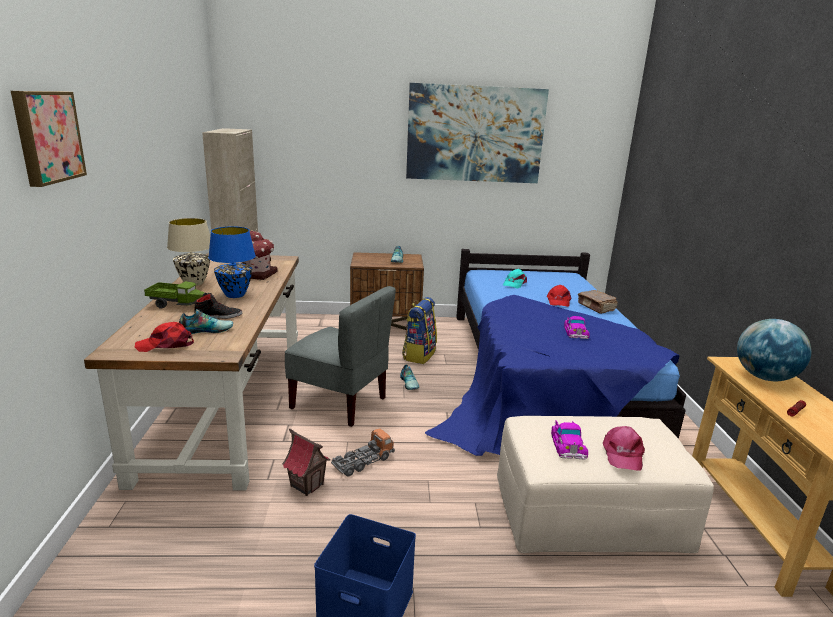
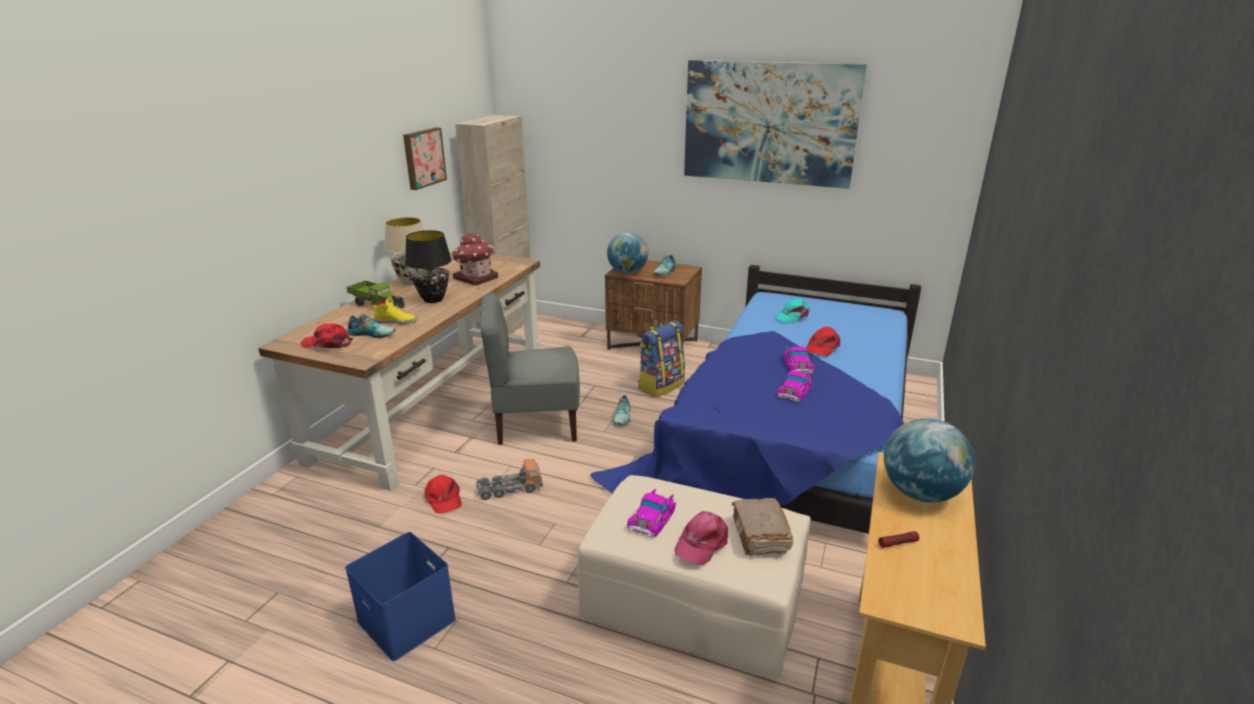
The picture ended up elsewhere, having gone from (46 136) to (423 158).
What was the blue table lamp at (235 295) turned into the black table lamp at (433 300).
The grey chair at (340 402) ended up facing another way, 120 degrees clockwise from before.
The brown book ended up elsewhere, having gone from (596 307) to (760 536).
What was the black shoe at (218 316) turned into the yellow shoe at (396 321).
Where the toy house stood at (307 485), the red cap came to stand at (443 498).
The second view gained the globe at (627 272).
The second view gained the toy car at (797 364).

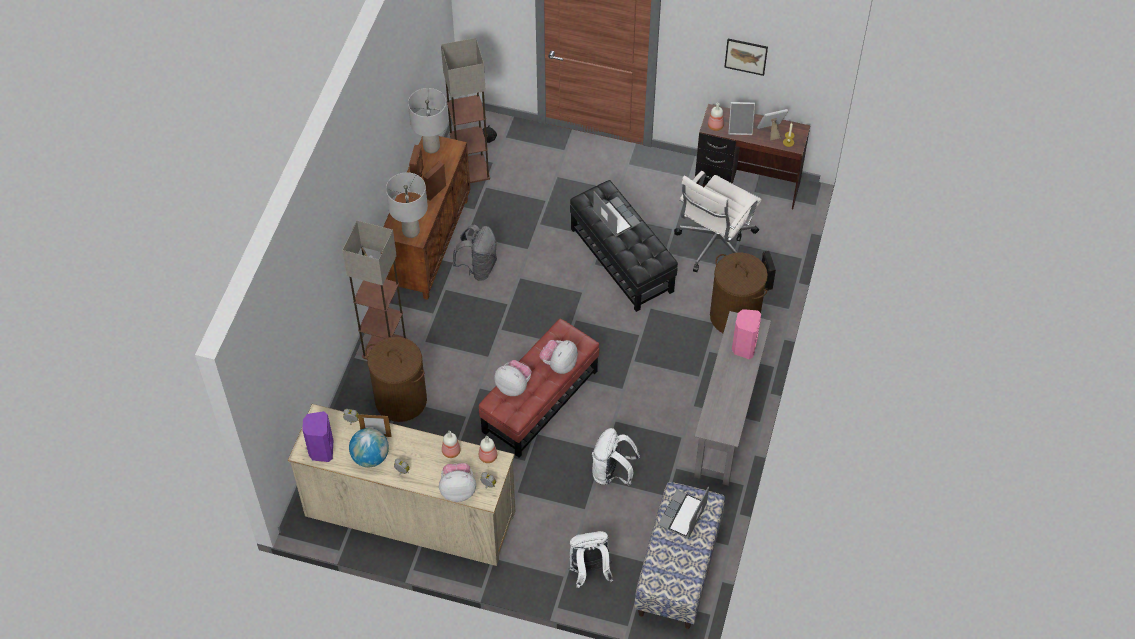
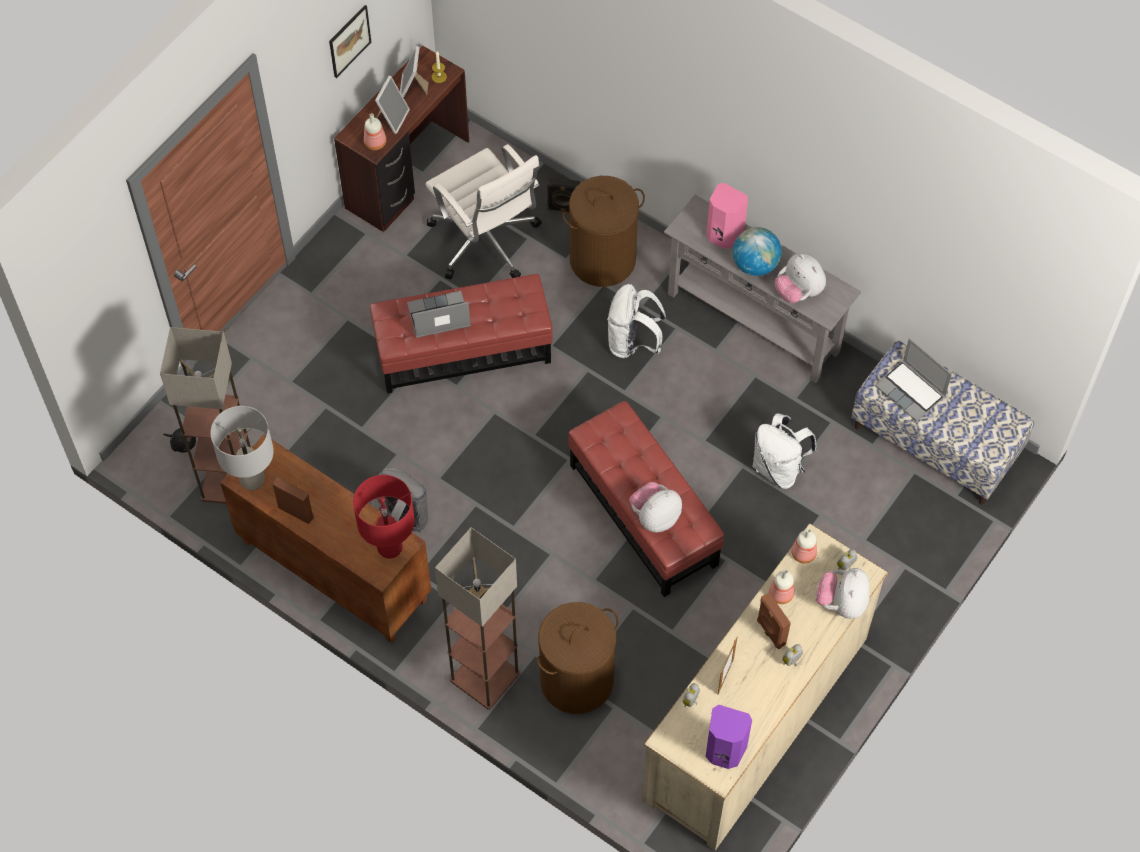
The brown speaker ended up elsewhere, having gone from (435 191) to (770 632).
What was the grey table lamp at (410 231) turned into the red table lamp at (389 548).
What was the black ottoman at (621 260) turned into the red ottoman at (463 352).
The plush toy ended up elsewhere, having gone from (559 364) to (798 291).
The globe ended up elsewhere, having gone from (370 457) to (755 264).
The white backpack ended up elsewhere, having gone from (589 571) to (632 342).

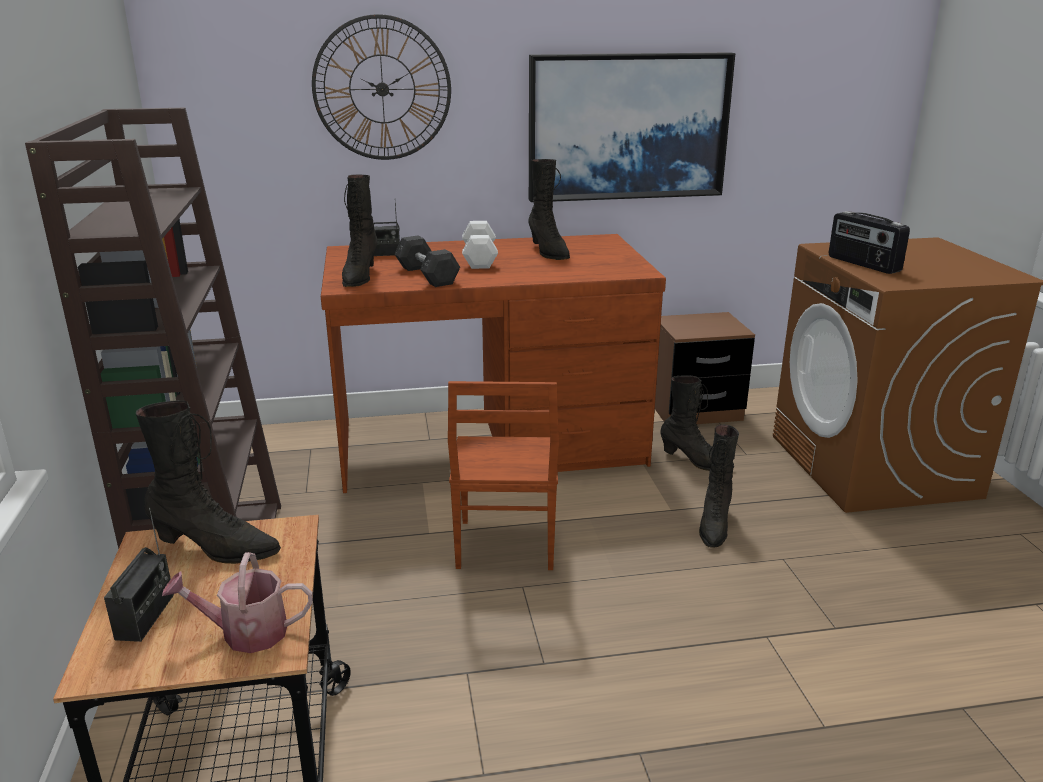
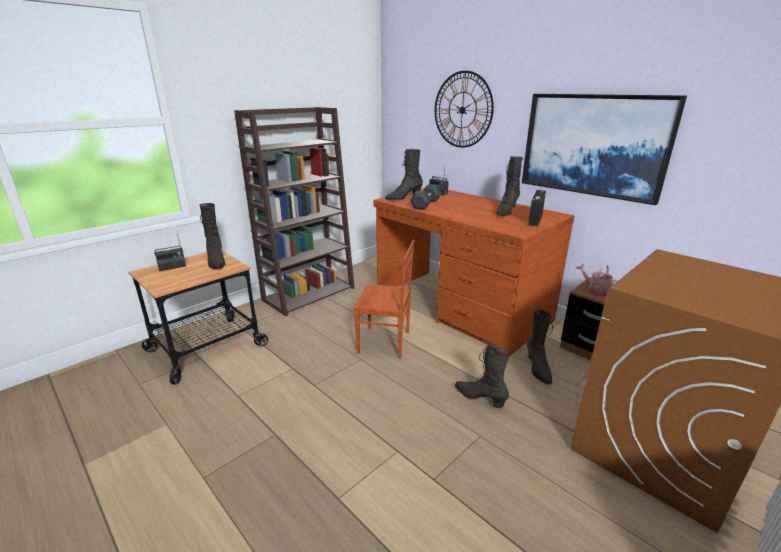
The radio ended up elsewhere, having gone from (863 264) to (534 220).
The second view lost the white dumbbell at (479 258).
The brown chair at (504 546) ended up facing another way, 135 degrees counterclockwise from before.
The black boot at (714 526) ended up facing another way, 60 degrees clockwise from before.
The watering can ended up elsewhere, having gone from (245 633) to (595 291).

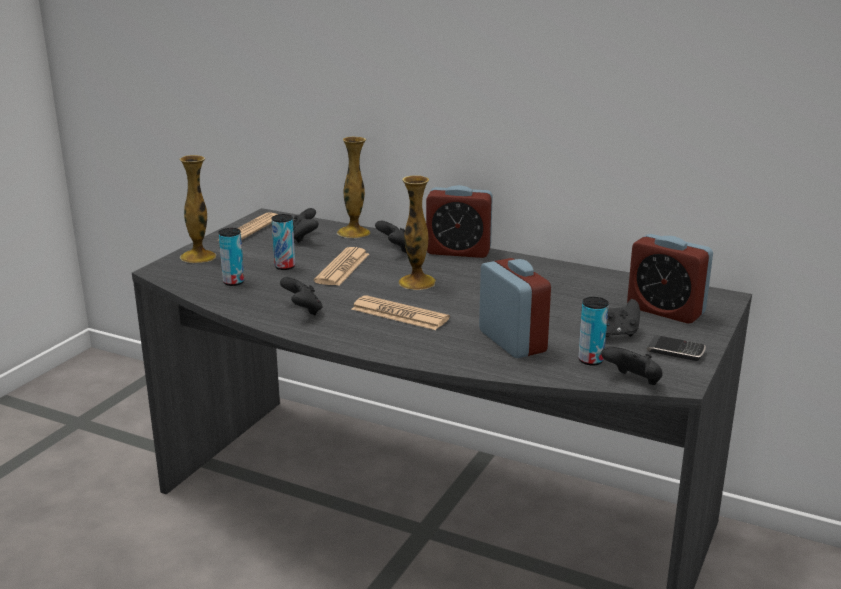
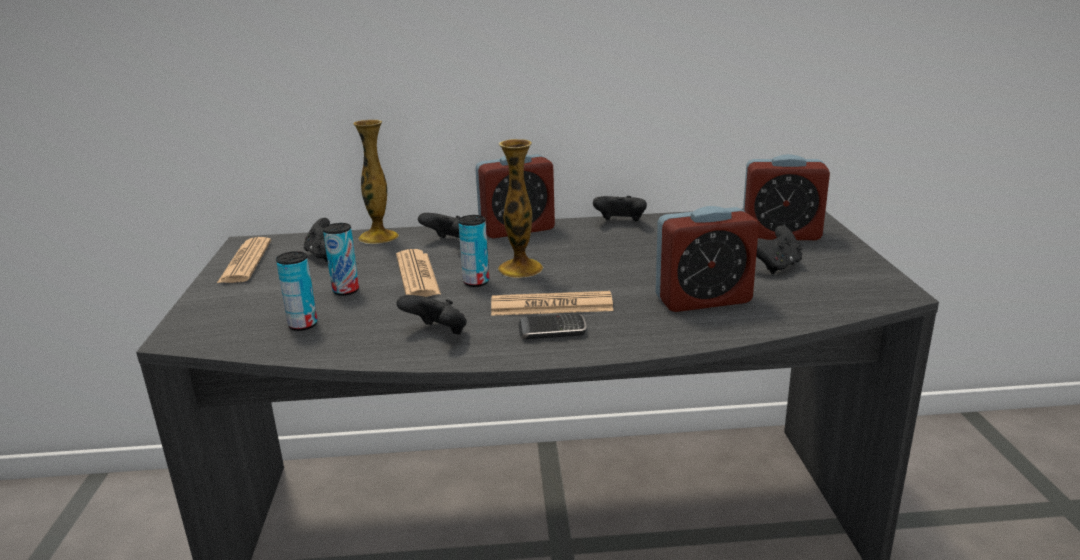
The second view lost the vase at (198 257).
The alarm clock at (512 341) ended up facing another way, 135 degrees clockwise from before.
The can ended up elsewhere, having gone from (590 360) to (476 282).
The phone ended up elsewhere, having gone from (675 351) to (552 330).
The black game controller ended up elsewhere, having gone from (633 382) to (620 223).

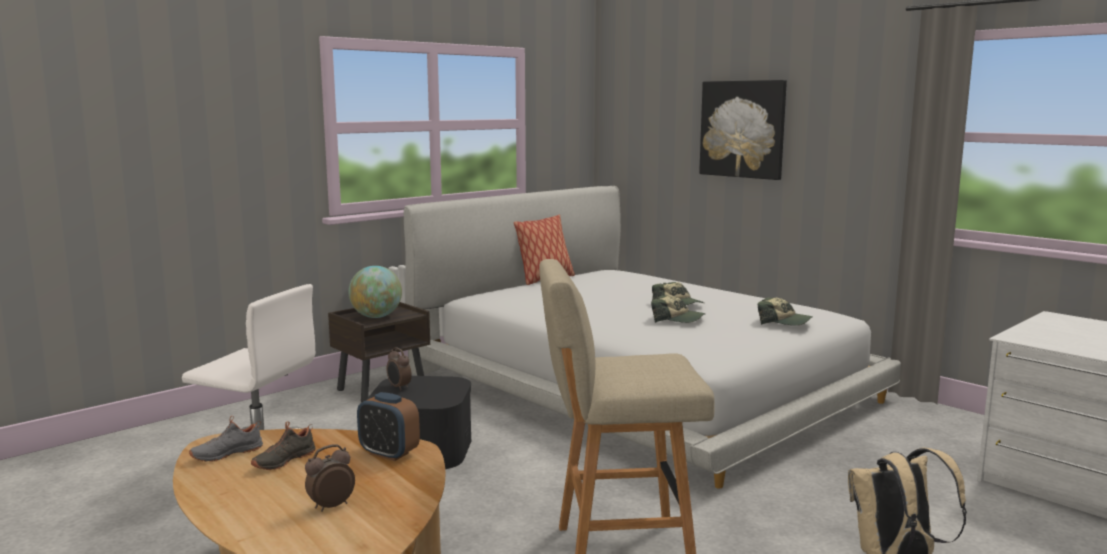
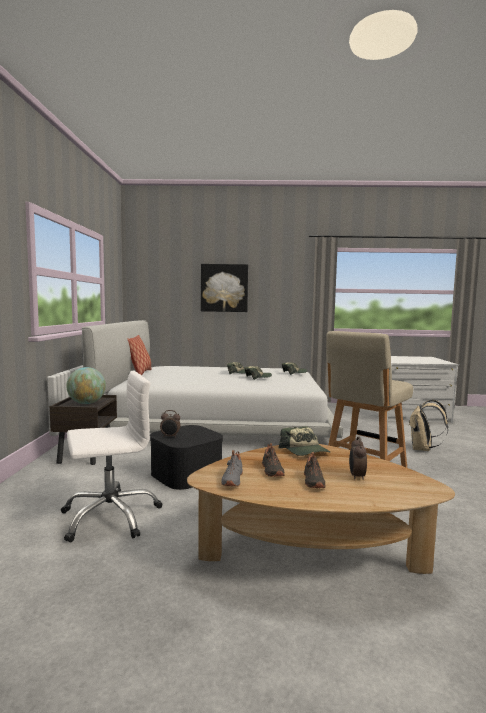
Where the alarm clock stood at (389 453), the cap came to stand at (305 451).
The second view gained the black shoe at (312 481).

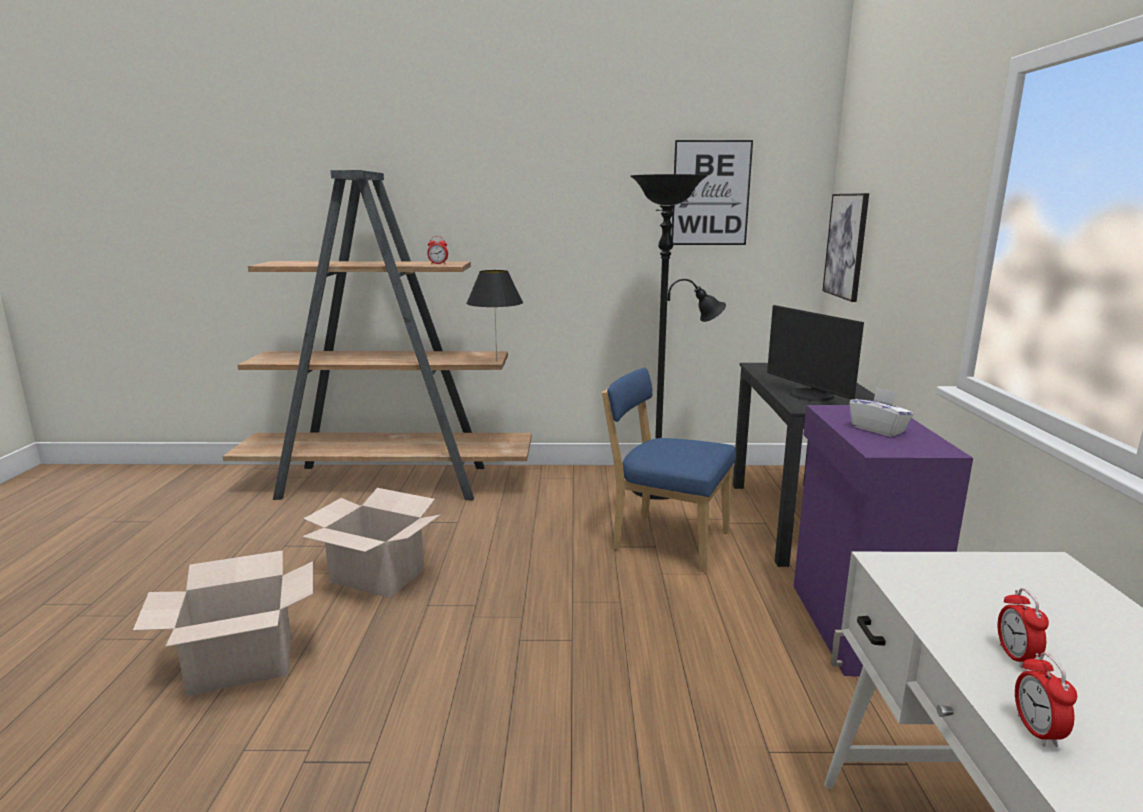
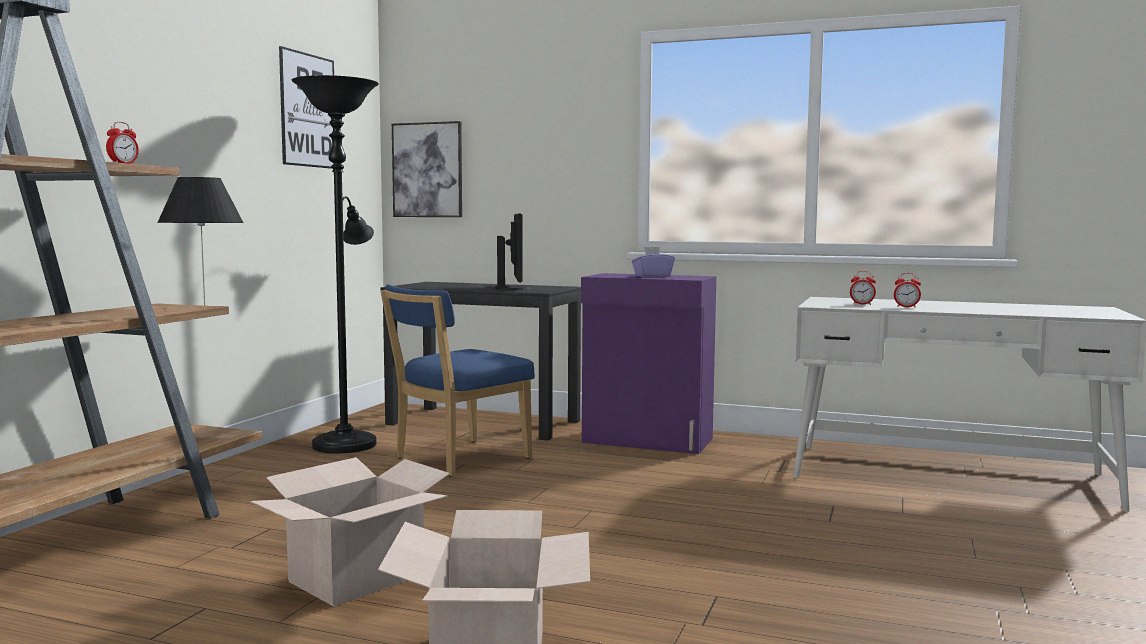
The monitor at (810 396) ended up facing another way, 90 degrees counterclockwise from before.
What was the white tissue box at (878 429) turned into the purple tissue box at (652 276).
The alarm clock ended up elsewhere, having gone from (1037 731) to (862 304).

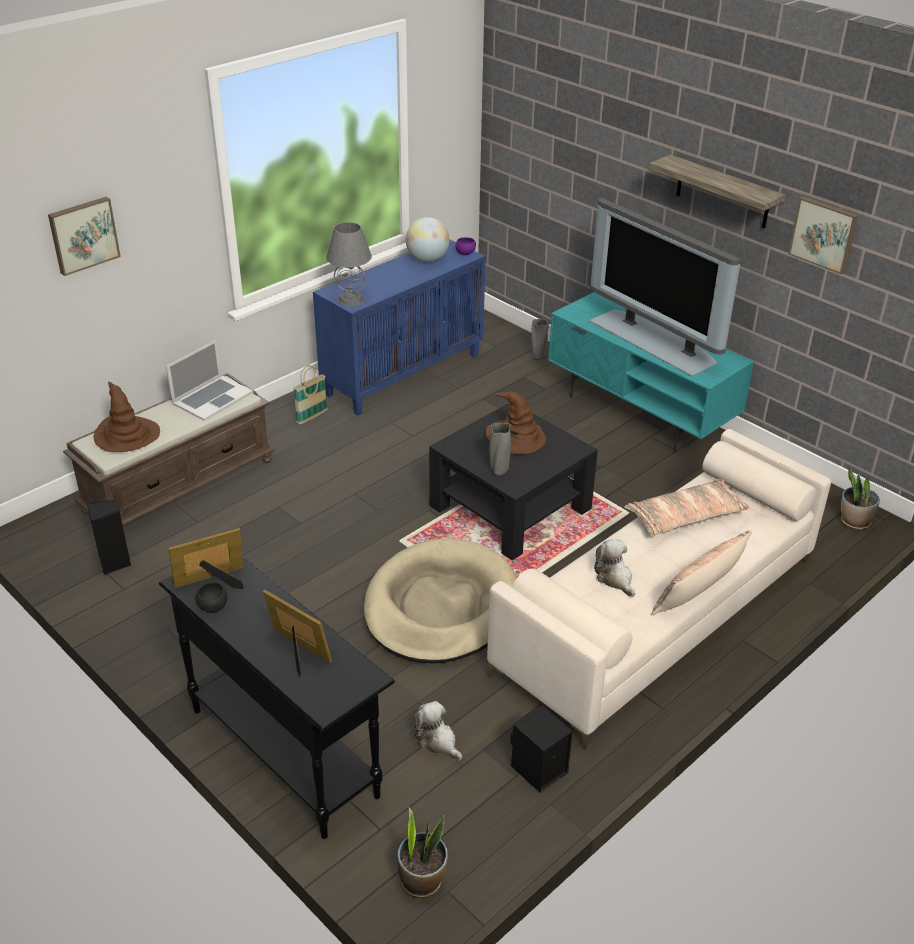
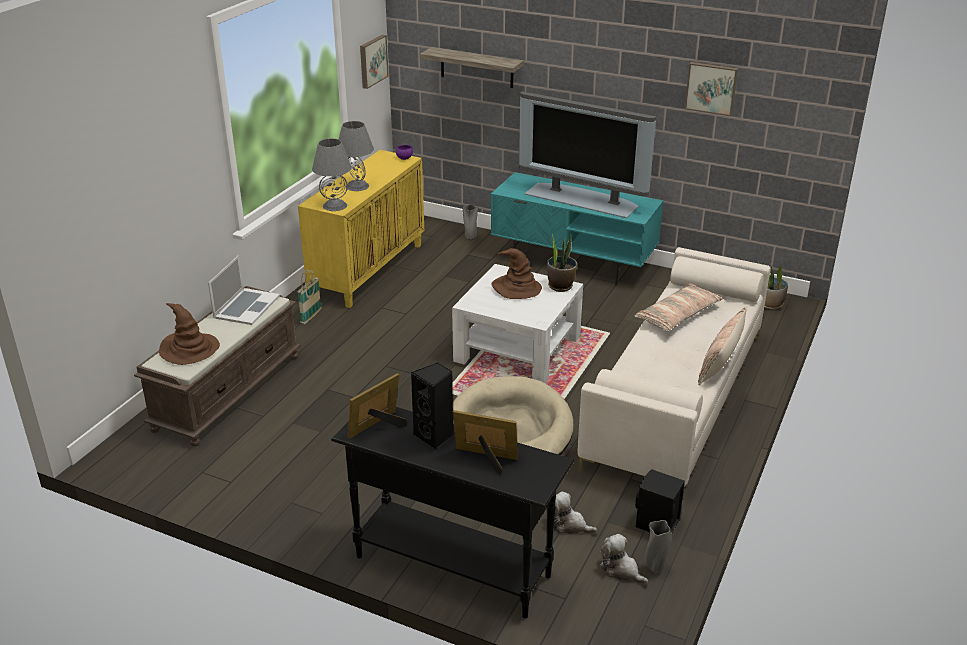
The shelf ended up elsewhere, having gone from (722 192) to (476 68).
The picture ended up elsewhere, having gone from (83 235) to (372 61).
The second view lost the globe at (427 259).
What was the blue cabinet at (403 374) turned into the yellow cabinet at (368 270).
What was the black coffee table at (510 507) turned into the white coffee table at (517 349).
The grey vase ended up elsewhere, having gone from (499 471) to (655 568).
The black speaker ended up elsewhere, having gone from (115 563) to (435 437).
The plush toy ended up elsewhere, having gone from (615 578) to (621 570).
The second view lost the black bowl at (213 607).
The potted plant ended up elsewhere, having gone from (422 880) to (560 286).
The second view gained the grey table lamp at (357 186).

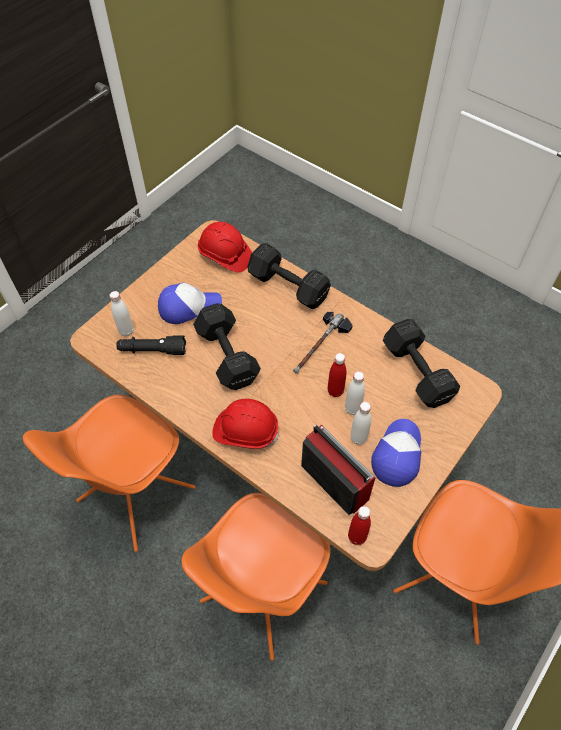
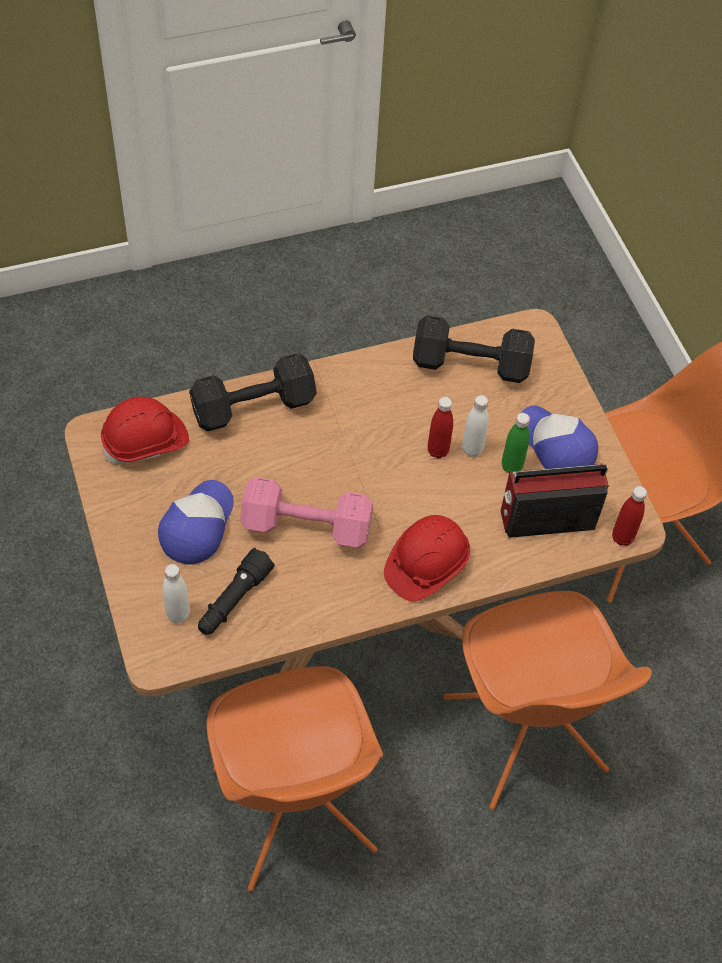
What was the black dumbbell at (227 358) turned into the pink dumbbell at (309 527).
The second view lost the hammer at (320 346).
What was the white bottle at (358 438) turned into the green bottle at (511 466).

